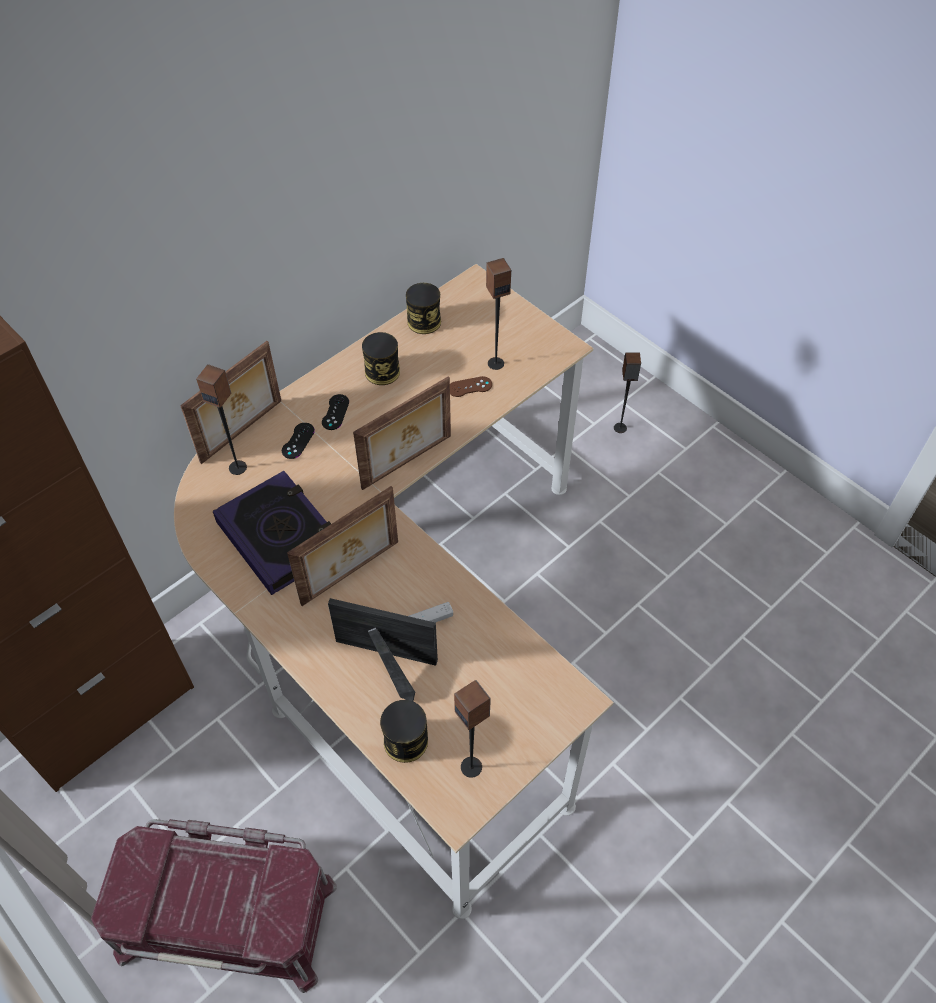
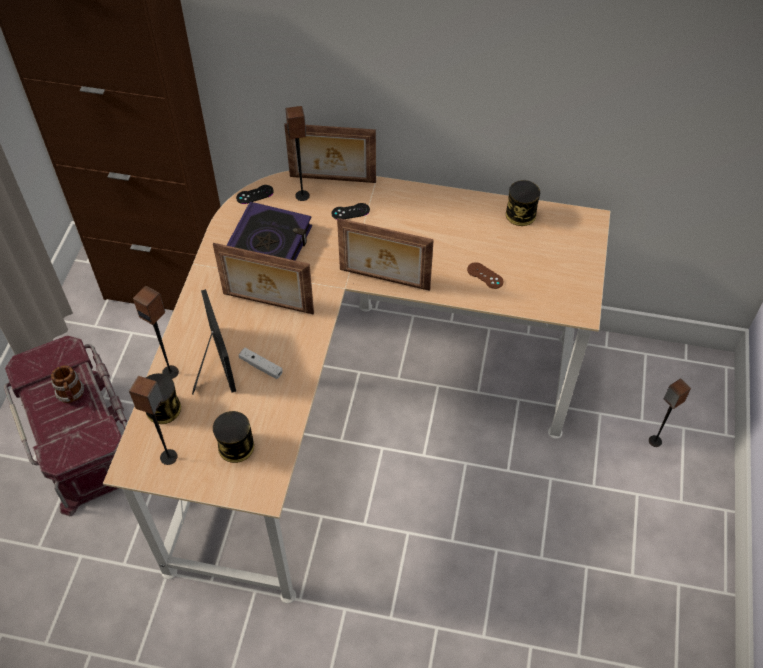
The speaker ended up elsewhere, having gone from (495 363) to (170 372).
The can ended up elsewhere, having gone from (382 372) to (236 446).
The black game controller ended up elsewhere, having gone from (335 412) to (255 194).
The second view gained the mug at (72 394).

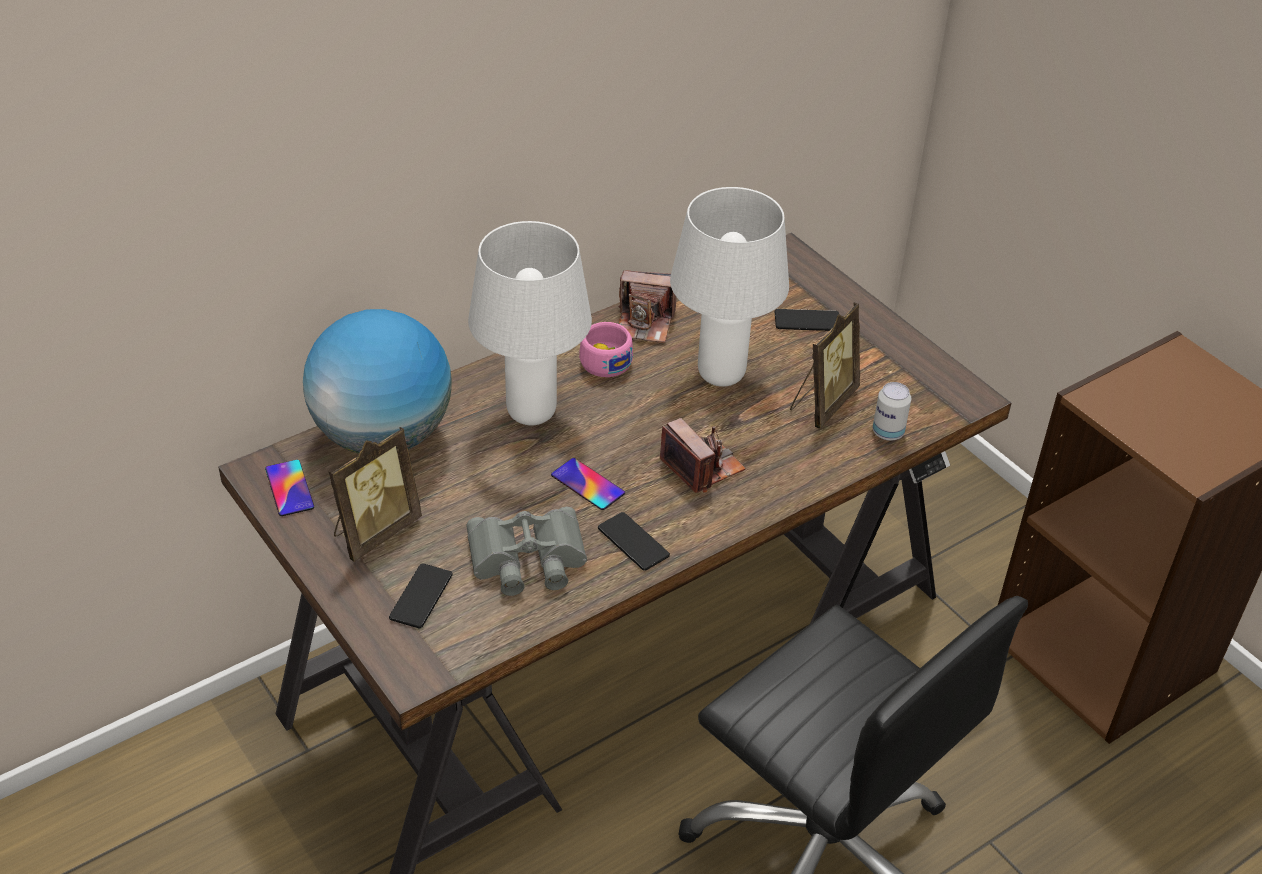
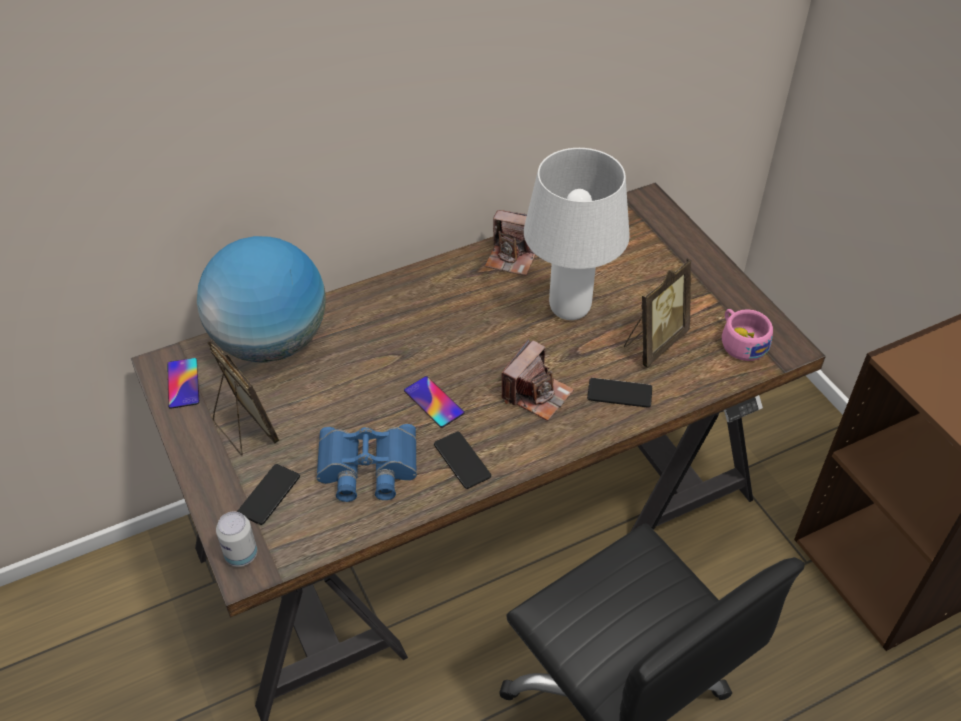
The second view lost the white table lamp at (530 413).
The phone ended up elsewhere, having gone from (807 321) to (619 393).
The pink cup ended up elsewhere, having gone from (602 359) to (740 342).
The can ended up elsewhere, having gone from (888 432) to (241 555).
The photo camera at (702 466) ended up facing another way, 60 degrees clockwise from before.
The picture frame at (374 531) ended up facing another way, 90 degrees counterclockwise from before.
What was the grey binoculars at (527 560) turned into the blue binoculars at (367 469).

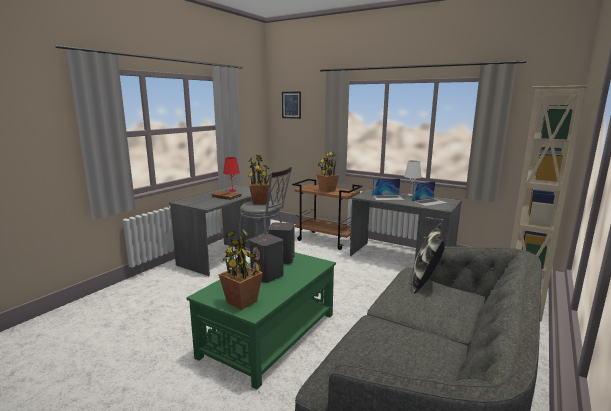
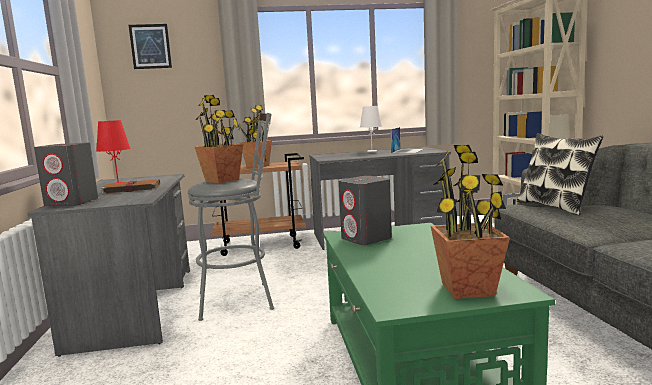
The second view lost the laptop at (388 197).
The grey speaker ended up elsewhere, having gone from (267 276) to (72 202).

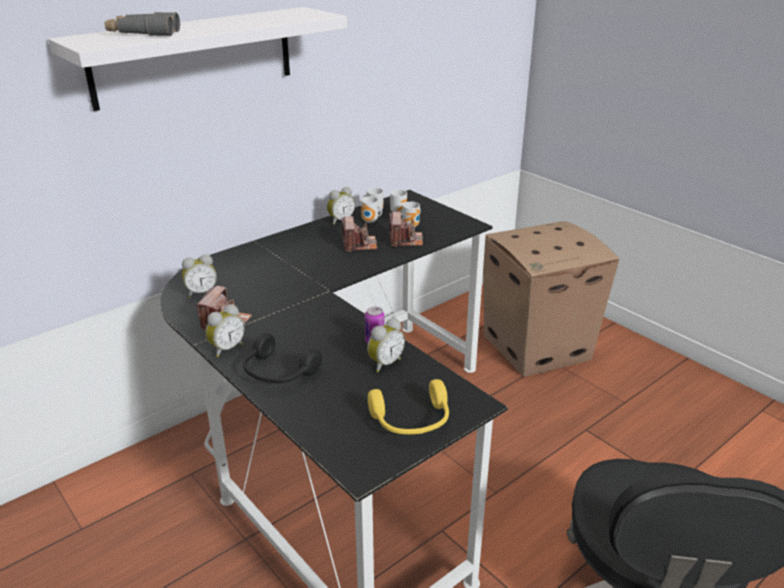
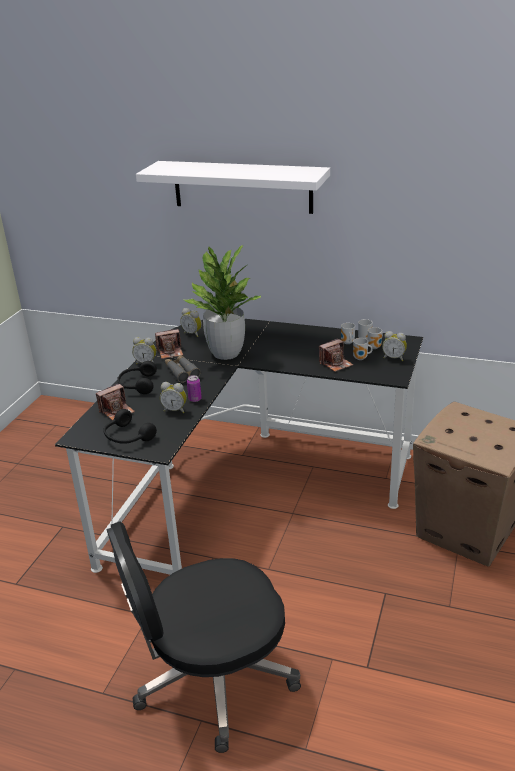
The grey binoculars ended up elsewhere, having gone from (144 33) to (181 372).
The alarm clock ended up elsewhere, having gone from (340 220) to (394 358).
The photo camera ended up elsewhere, having gone from (359 244) to (117 411).
What was the yellow headphones at (412 421) turned into the black headphones at (127 437).
The second view gained the potted plant at (226 353).

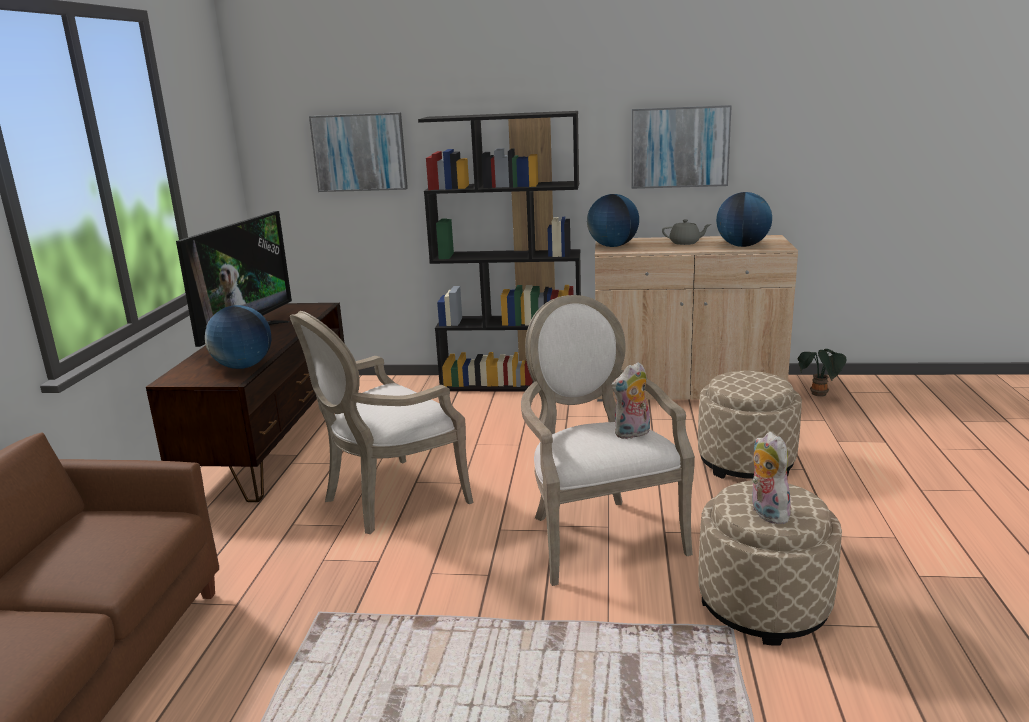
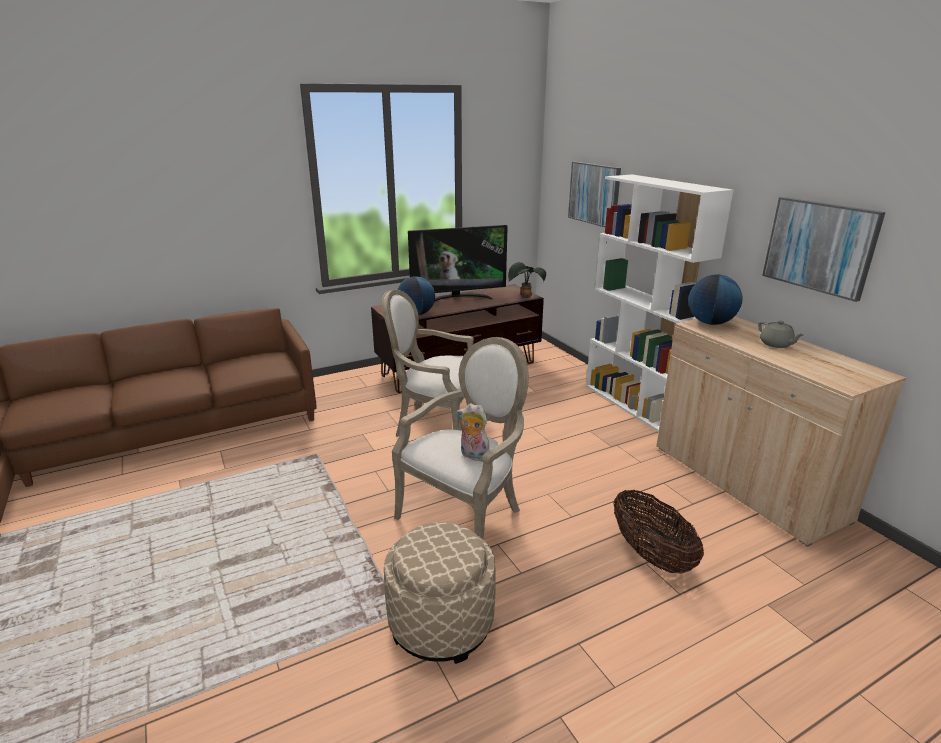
What was the black bookcase at (512 383) turned into the white bookcase at (635 405).
The second view lost the globe at (742 246).
The potted plant ended up elsewhere, having gone from (820 395) to (524 297).
Where the beige ottoman stood at (746 462), the basket came to stand at (651 555).
The second view lost the plush toy at (766 513).

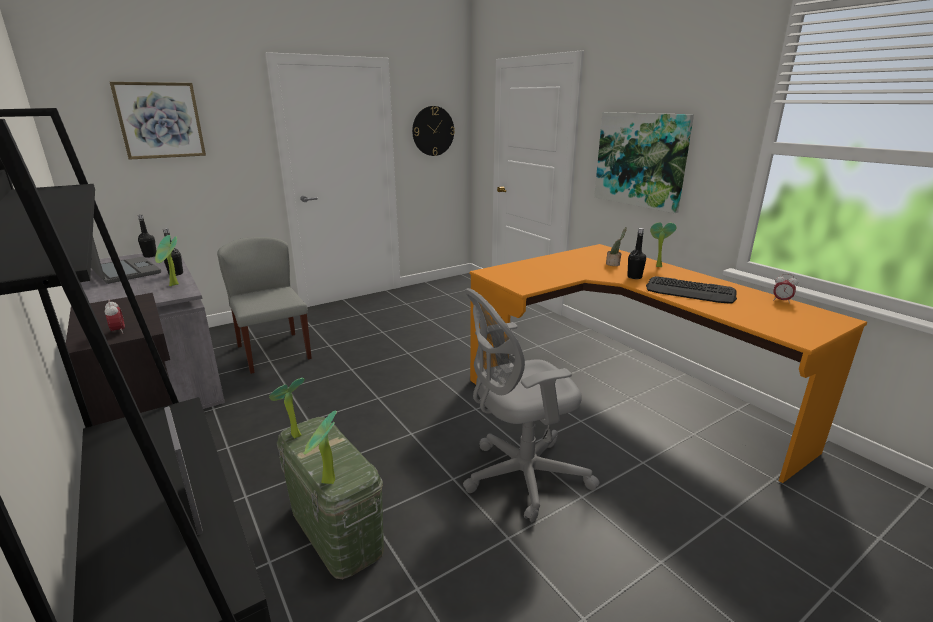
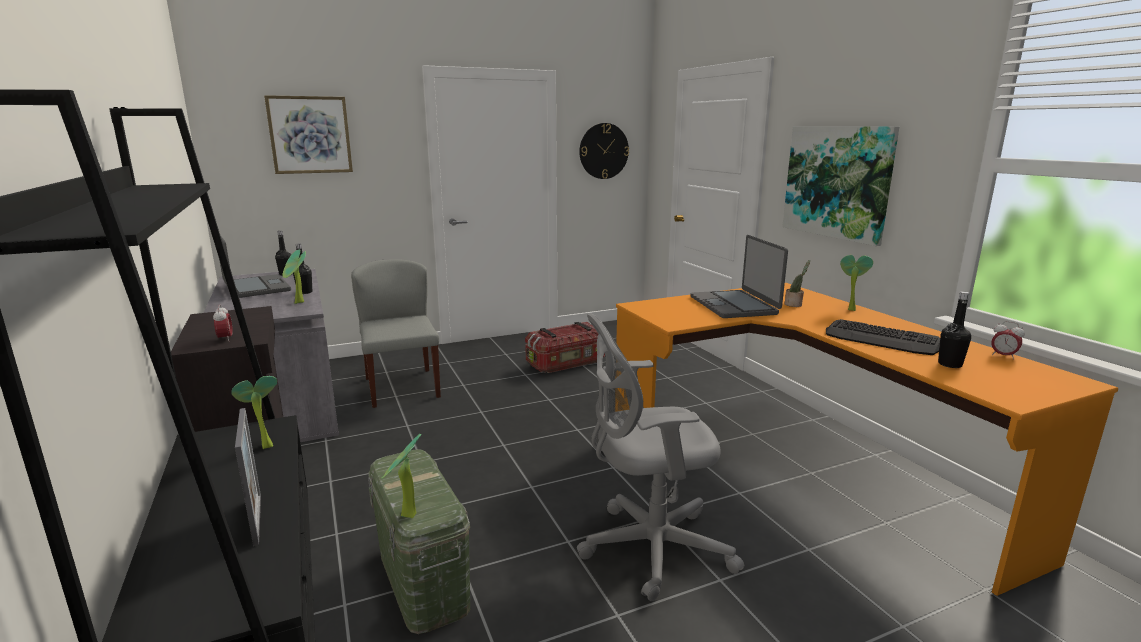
The black bottle ended up elsewhere, having gone from (634 277) to (950 364).
The potted plant ended up elsewhere, having gone from (293 435) to (264 446).
The second view gained the laptop at (734 305).
The second view gained the storage box at (567 363).

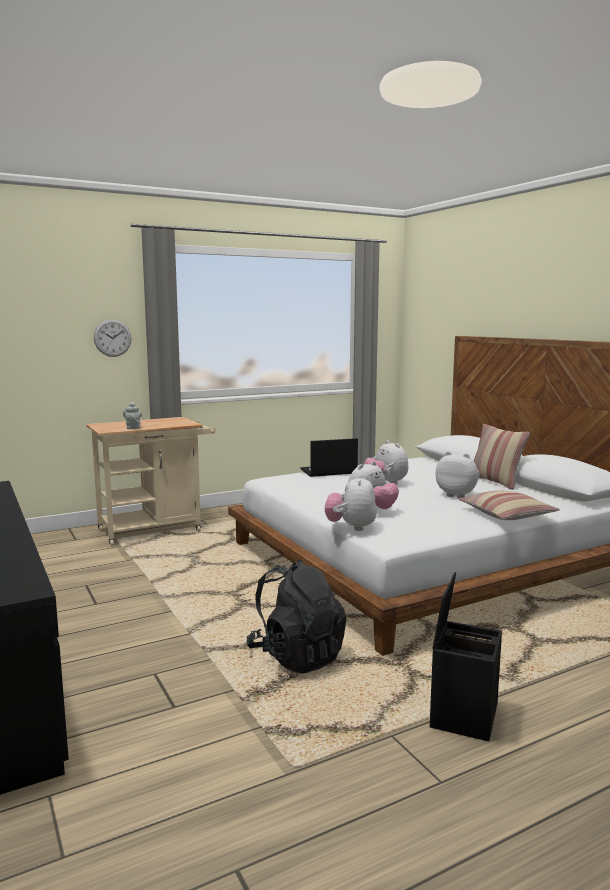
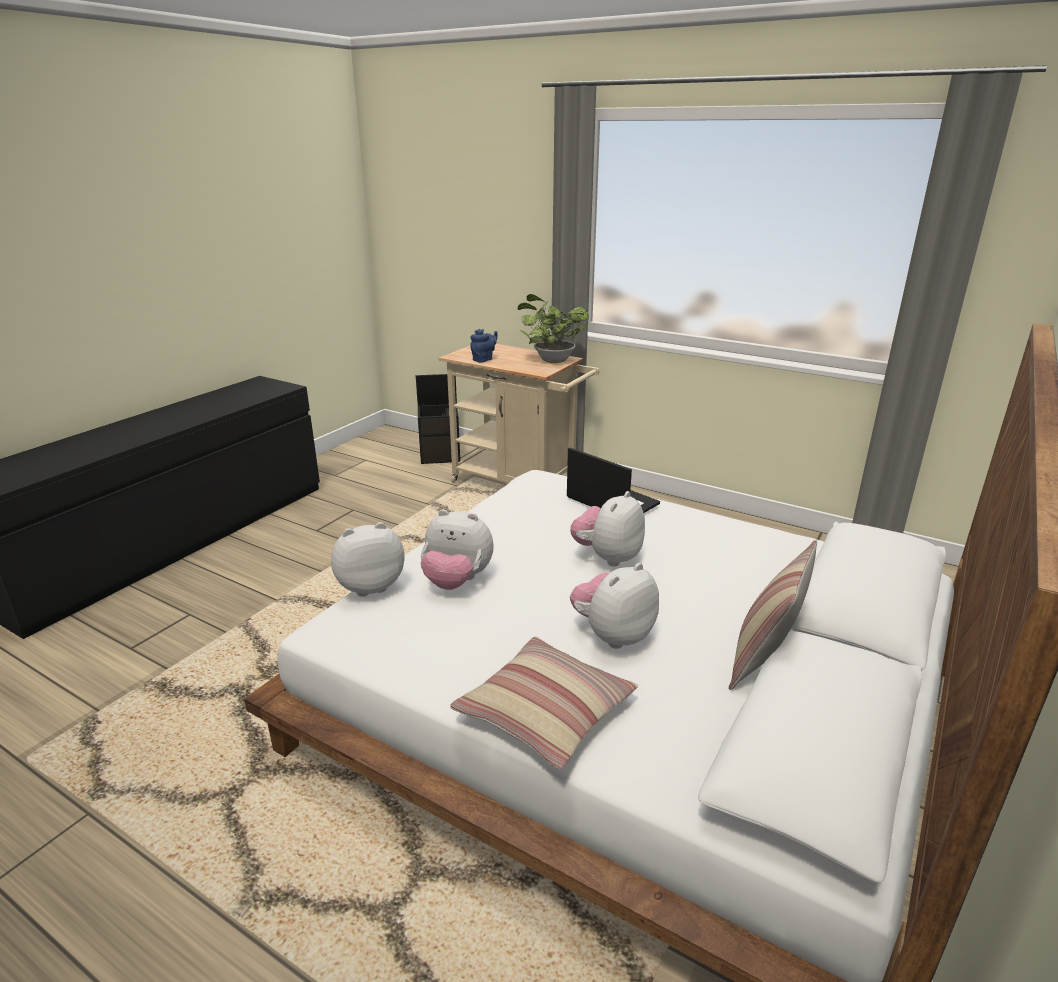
The second view lost the wall clock at (112 338).
What was the grey teapot at (133 427) turned into the blue teapot at (484 359).
The plush toy at (457 495) ended up facing another way, 135 degrees counterclockwise from before.
The second view lost the black backpack at (297 656).
The black storage box ended up elsewhere, having gone from (463 714) to (441 455).
The second view gained the potted plant at (551 360).

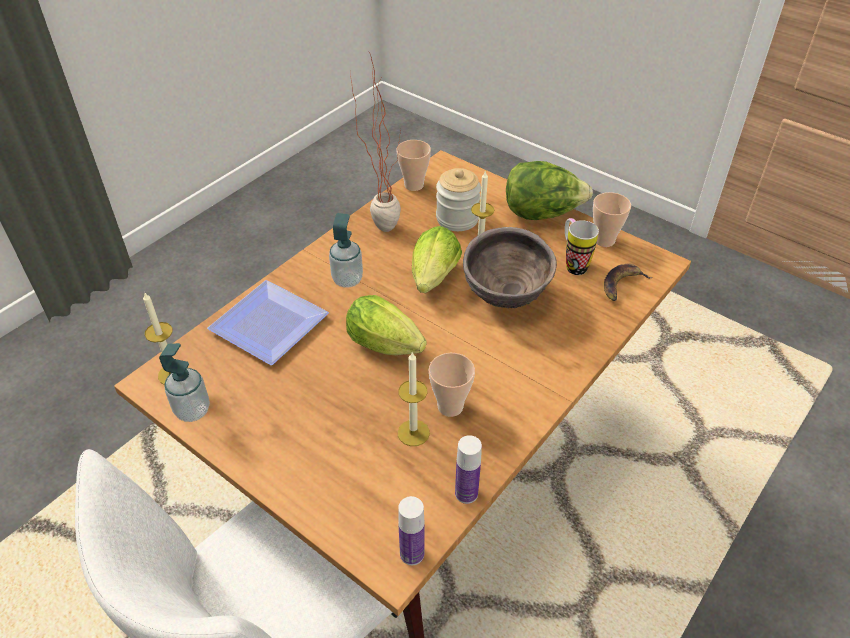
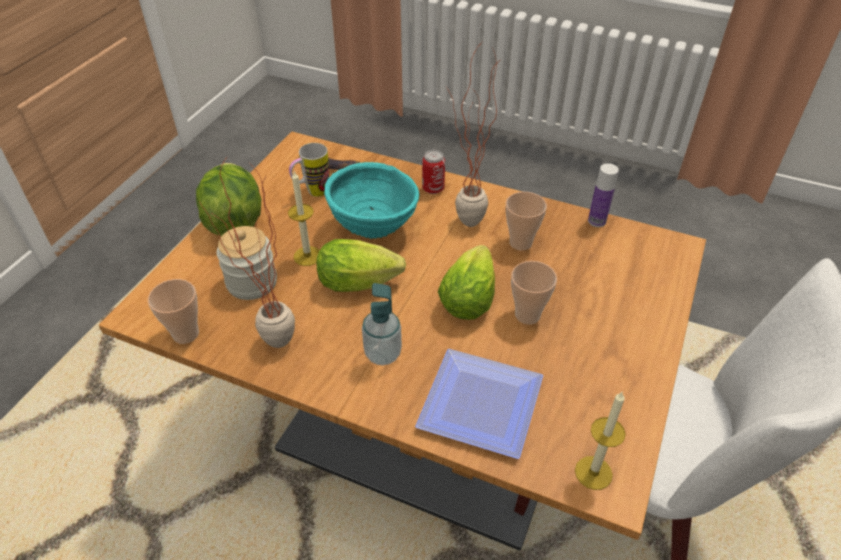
The cup ended up elsewhere, having gone from (604 240) to (527 315).
What was the brown bowl at (505 298) turned into the turquoise bowl at (374 229).
The second view lost the soap dispenser at (192 410).
The second view lost the candle at (413 433).
The second view lost the bottle at (412 554).
The second view gained the potted plant at (464 228).
The second view gained the can at (433 189).

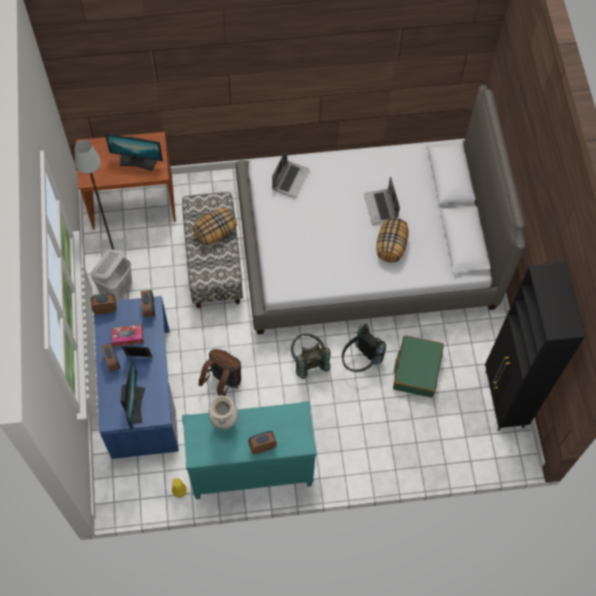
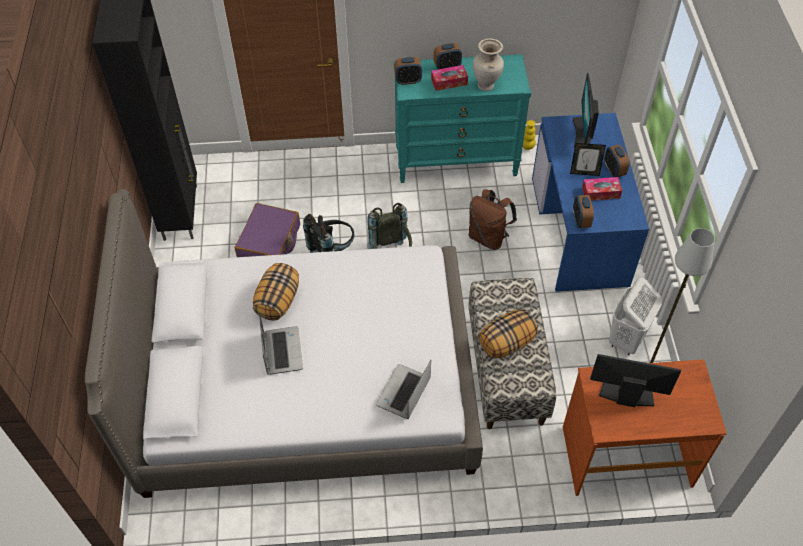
The alarm clock ended up elsewhere, having gone from (105 308) to (408 81).
What was the green suitcase at (416 370) turned into the purple suitcase at (269 242).
The second view gained the tissue box at (449 82).

